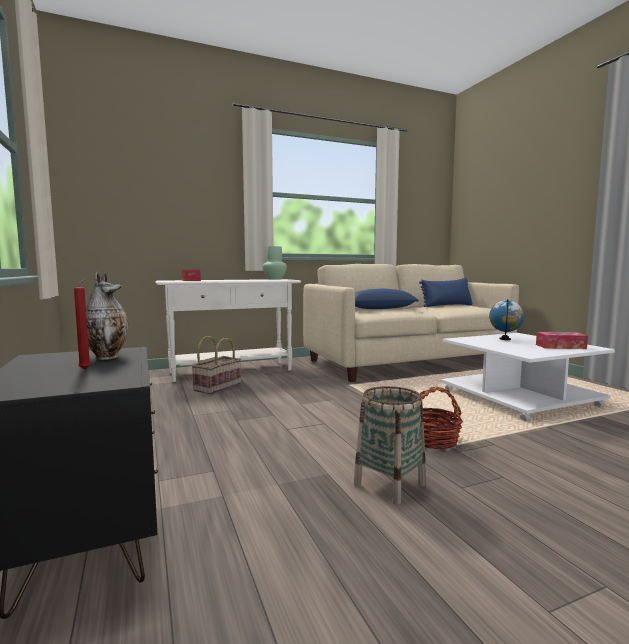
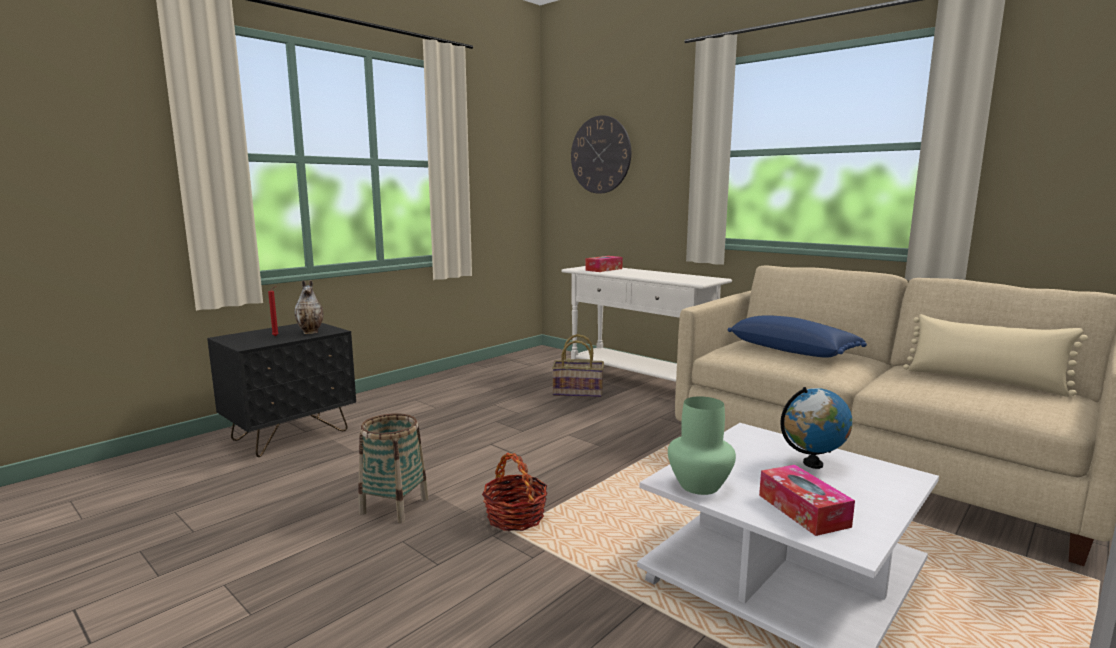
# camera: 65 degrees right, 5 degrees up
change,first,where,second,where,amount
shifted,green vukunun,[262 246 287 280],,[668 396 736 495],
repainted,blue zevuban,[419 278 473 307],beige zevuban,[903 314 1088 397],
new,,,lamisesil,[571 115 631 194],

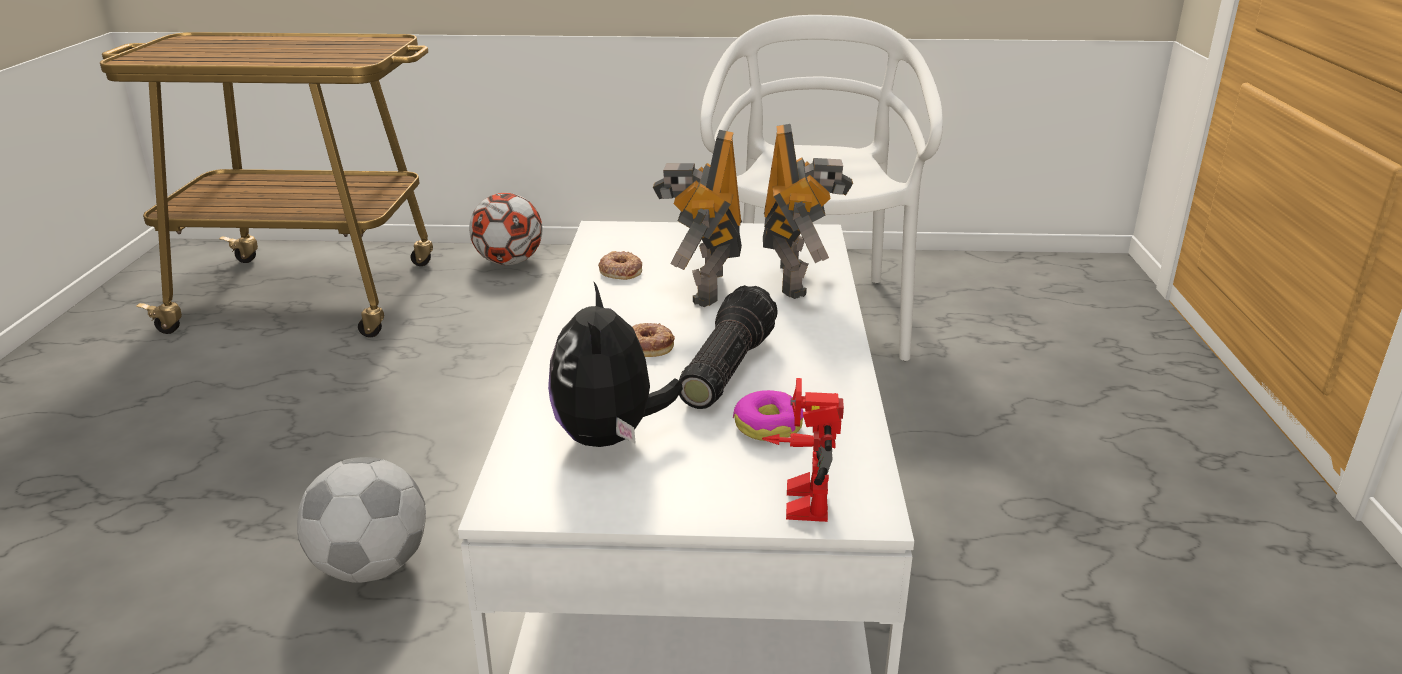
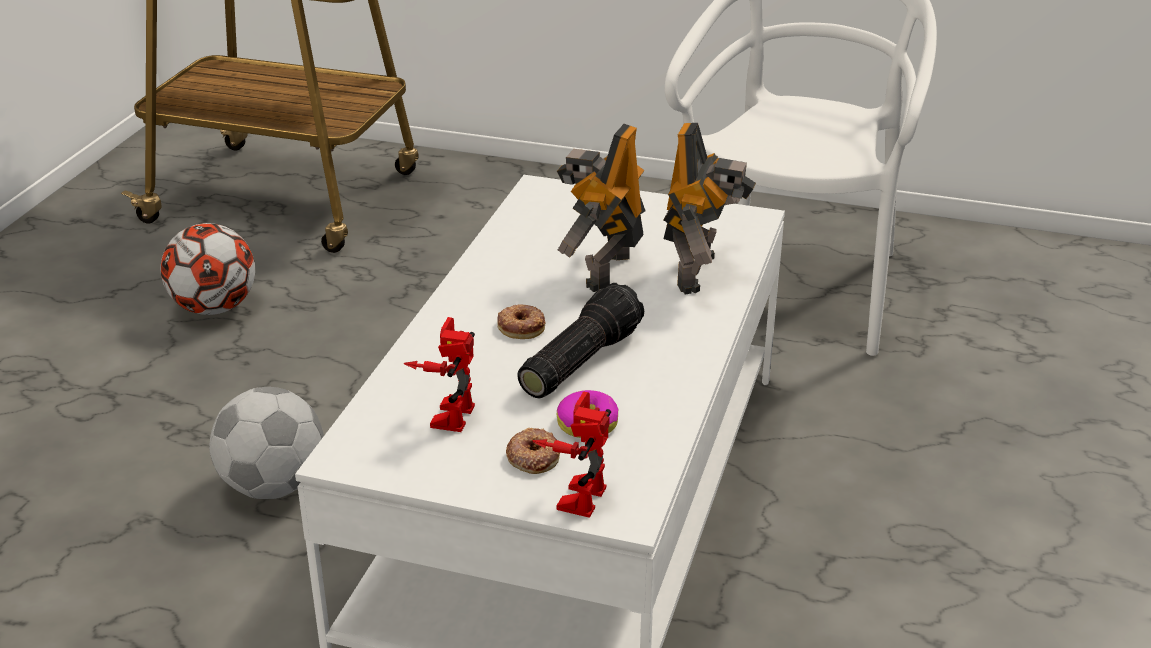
# camera: 15 degrees right, 5 degrees up
change,first,where,second,where,amount
shifted,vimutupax,[469 193 543 265],,[161 223 255 315],
shifted,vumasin,[598 251 642 280],,[506 428 560 474],
swapped,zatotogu,[548 282 683 447],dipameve,[404 317 475 432],

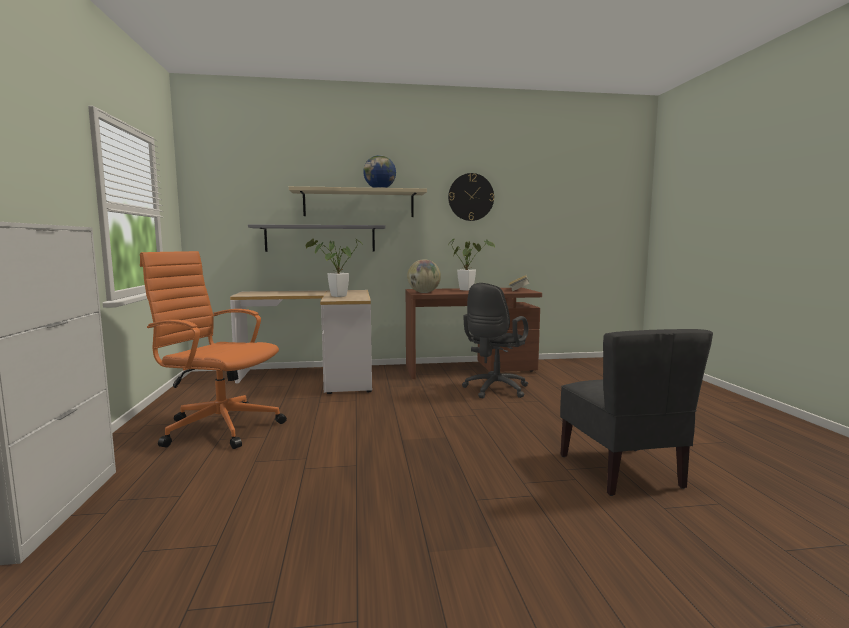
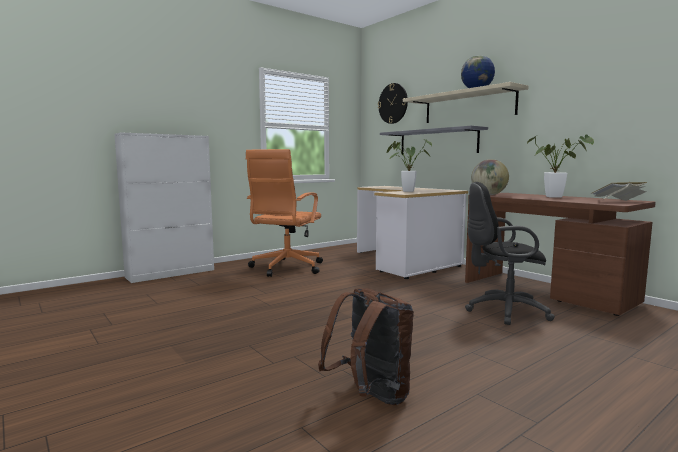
# camera: 60 degrees right, 0 degrees up
change,first,where,second,where,amount
shifted,lamisesil,[448 173 494 221],,[378 83 408 124],
rotated,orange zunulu,[140 251 287 449],,[246 149 323 277],150 degrees counterclockwise
swapped,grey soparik,[560 329 713 496],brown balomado,[318 288 414 405],

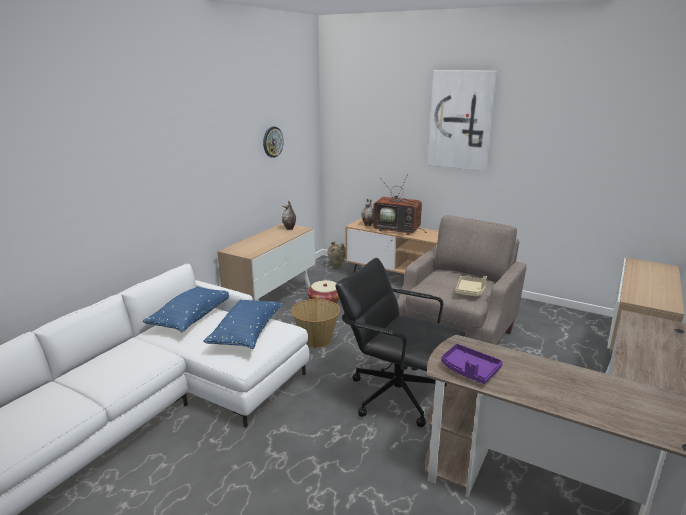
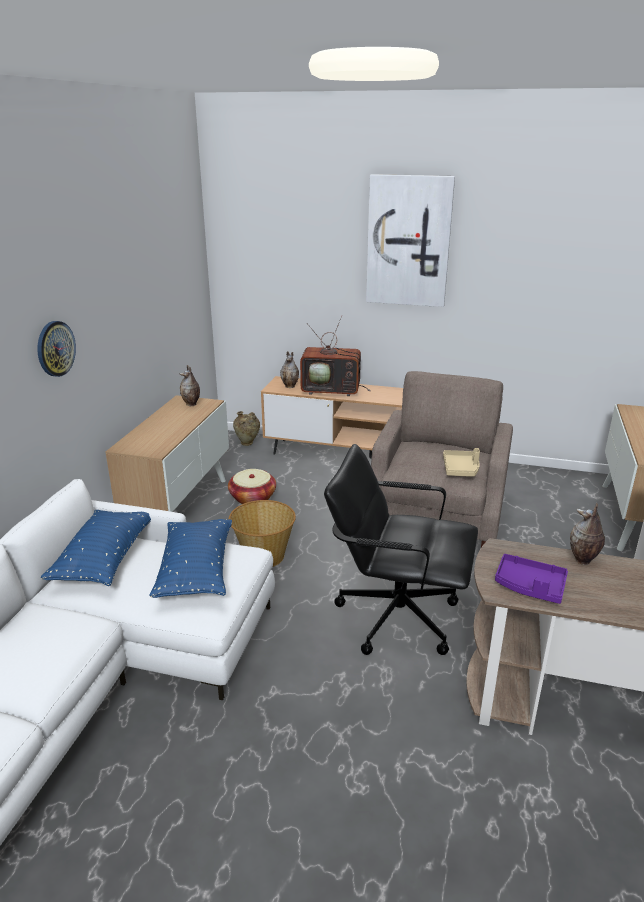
# camera: 15 degrees left, 5 degrees up
change,first,where,second,where,amount
shifted,lamisesil,[263 127 284 158],,[37 321 76 377],
new,,,vukunun,[570 503 605 565],

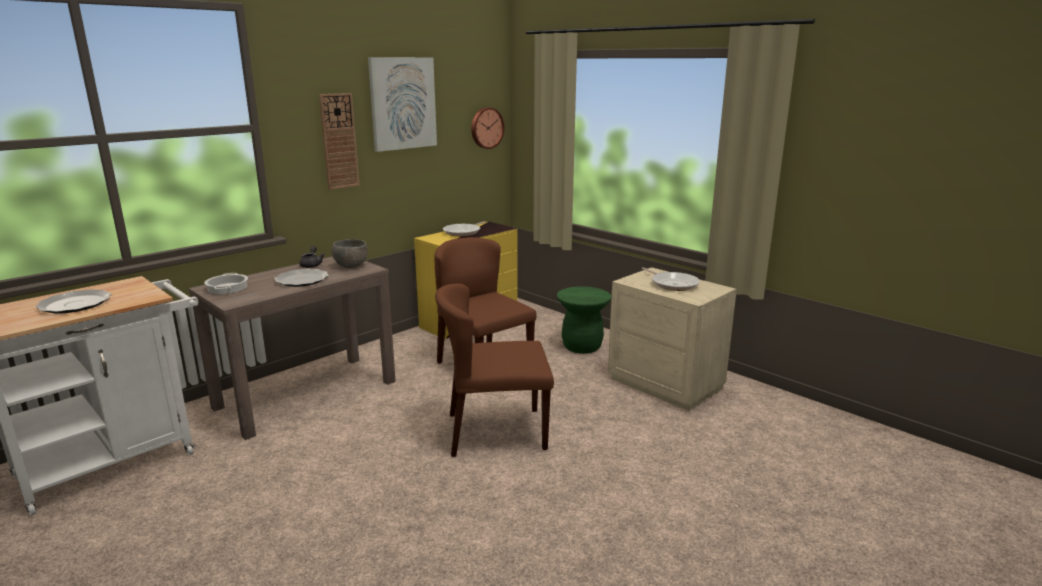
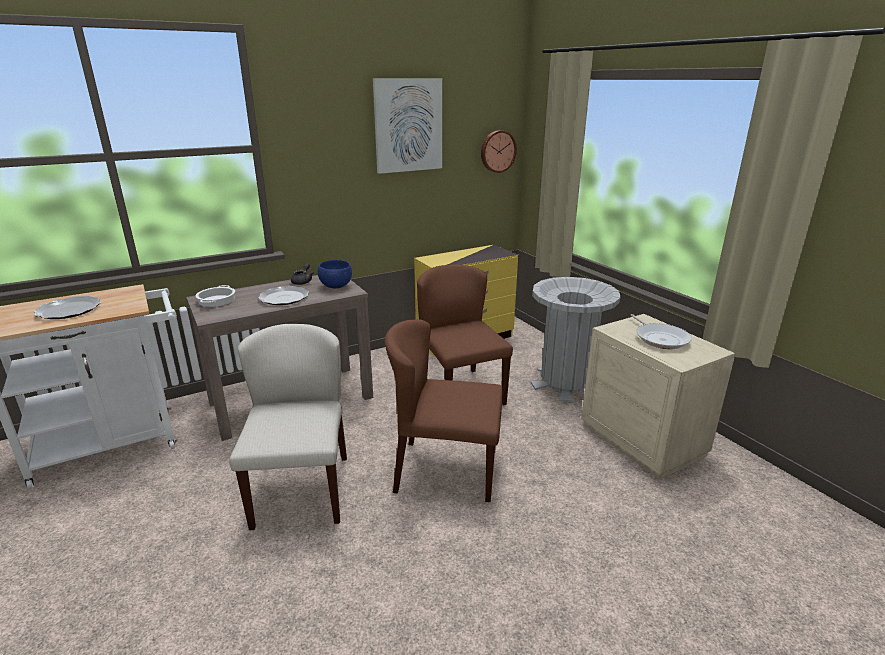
# camera: 15 degrees right, 5 degrees up
change,first,where,second,where,amount
gone,lamisesil,[319 93 360 190],,,
gone,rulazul,[443 221 486 236],,,
repainted,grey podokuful,[332 239 368 268],blue podokuful,[318 260 352 288],
swapped,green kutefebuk,[557 286 611 354],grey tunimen,[531 277 620 403],
new,,,beige soparik,[229 324 347 530],

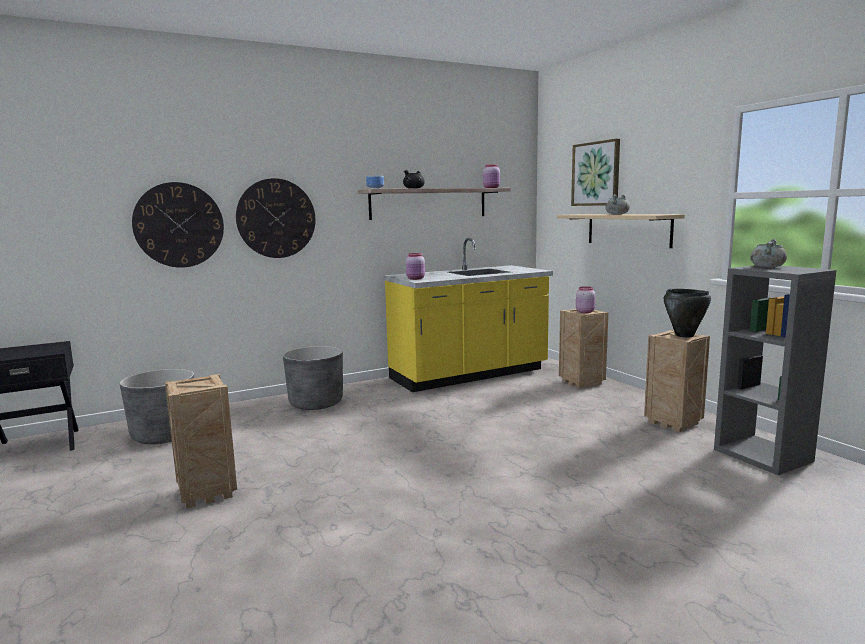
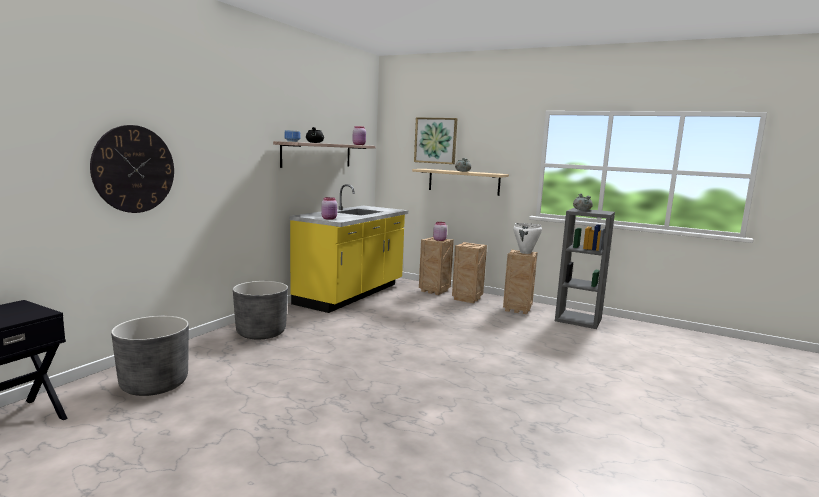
# camera: 35 degrees left, 0 degrees up
change,first,where,second,where,amount
gone,lamisesil,[236 178 316 258],,,
repainted,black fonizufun,[664 289 711 337],white fonizufun,[513 223 542 254],
shifted,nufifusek,[165 374 237 508],,[452 242 487 303],

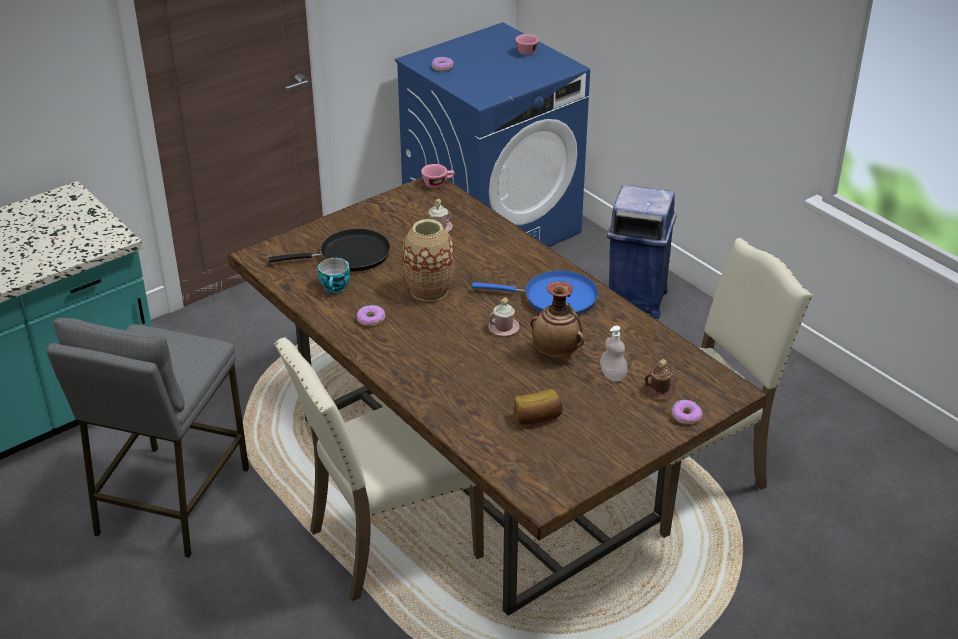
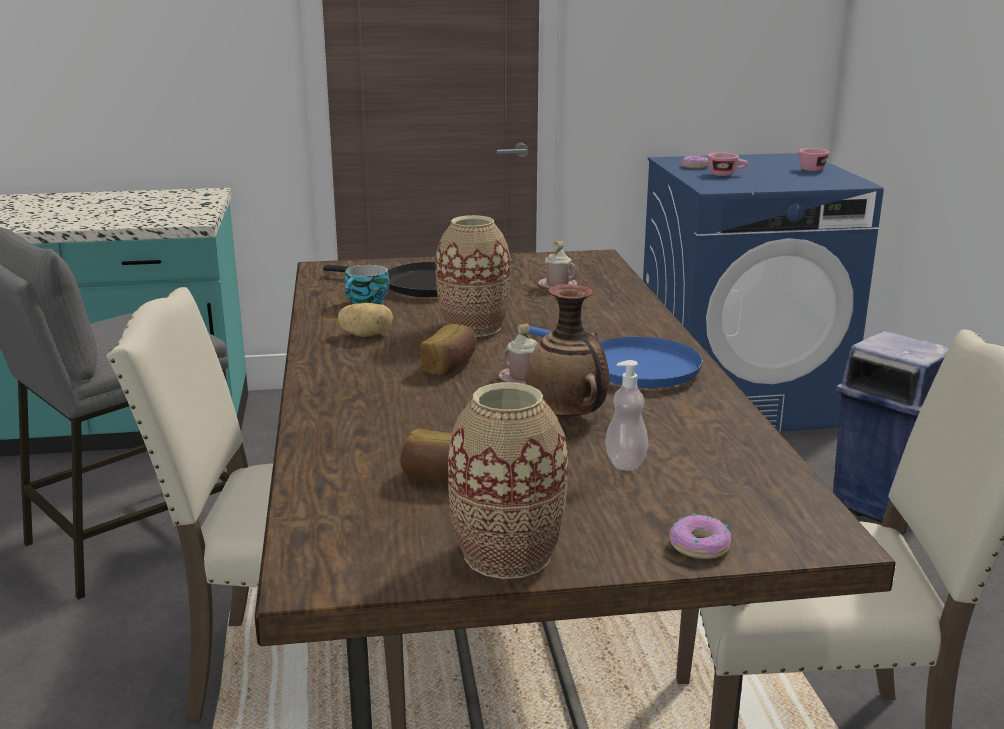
# camera: 30 degrees right, 15 degrees down
change,first,where,second,where,amount
shifted,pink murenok,[421 164 455 188],,[708 152 748 176],
swapped,vumasin,[357 305 385 326],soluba,[338 303 393 337],
gone,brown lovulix,[643 359 677 400],,,
new,,,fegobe,[420 324 476 375],
new,,,vukunun,[448 382 568 579],

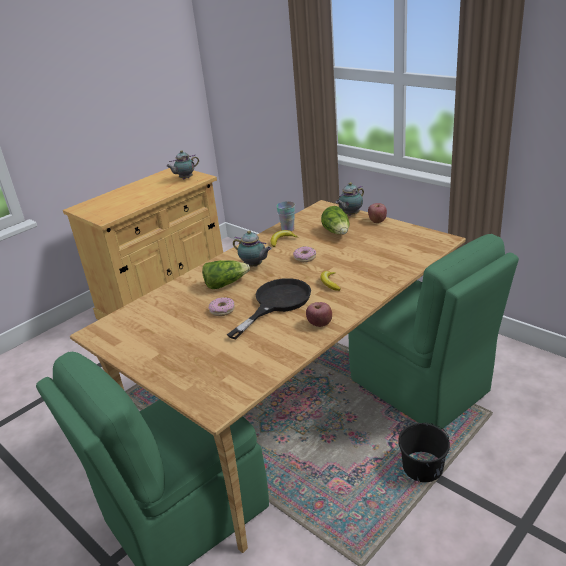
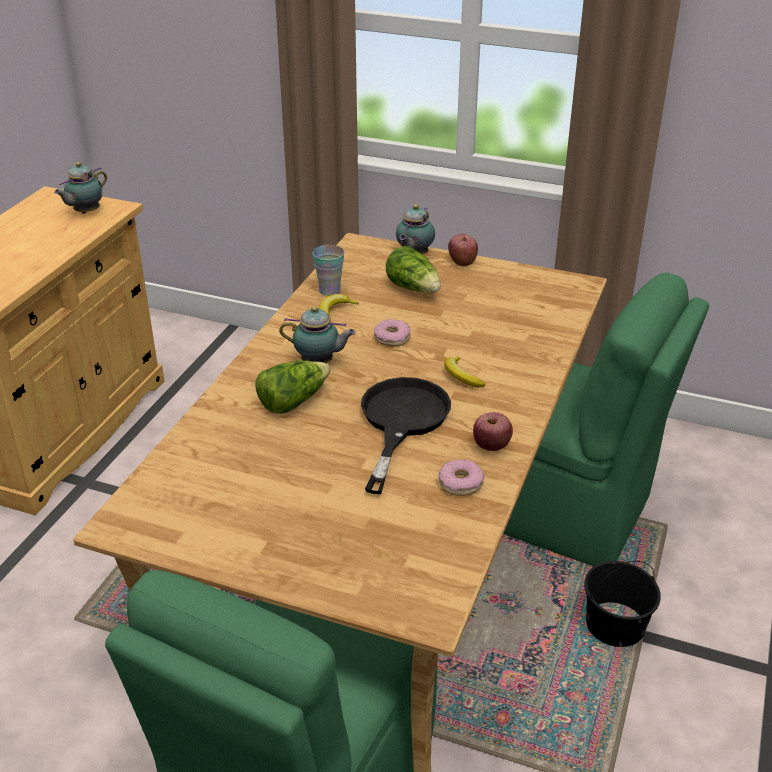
# camera: 25 degrees left, 5 degrees up
change,first,where,second,where,amount
shifted,vumasin,[209 297 235 316],,[439 459 485 496],

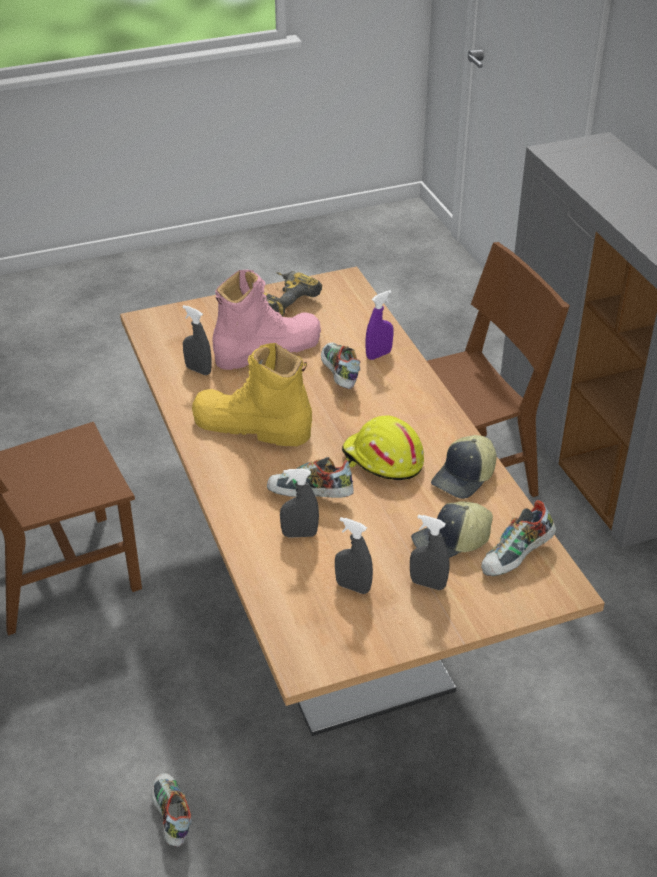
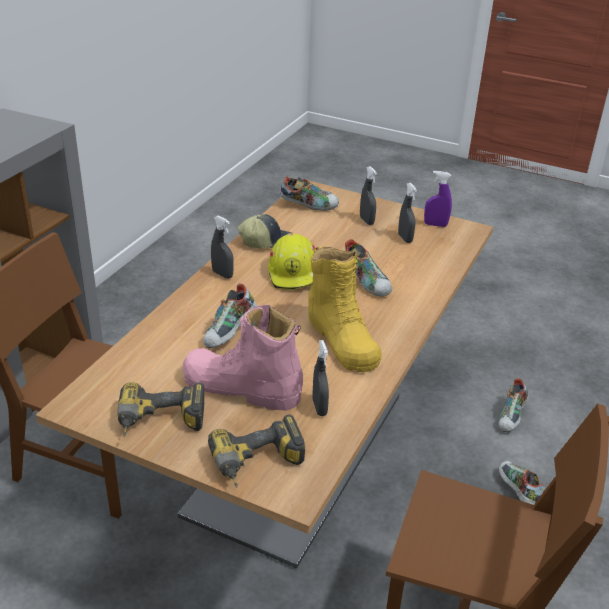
# camera: 135 degrees left, 5 degrees down
change,first,where,second,where,amount
shifted,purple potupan,[365 290 393 360],,[424 171 452 227],
shifted,grey potupan,[280 469 319 538],,[211 215 234 279],
gone,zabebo,[411 501 493 558],,,
new,,,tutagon,[208 415 305 487],
new,,,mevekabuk,[498 461 546 505],

